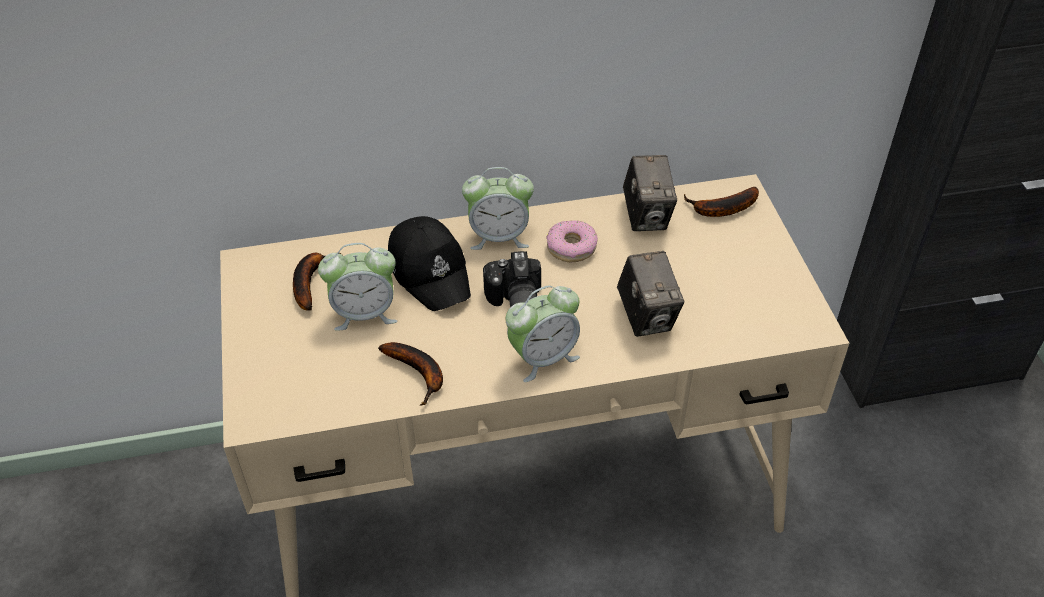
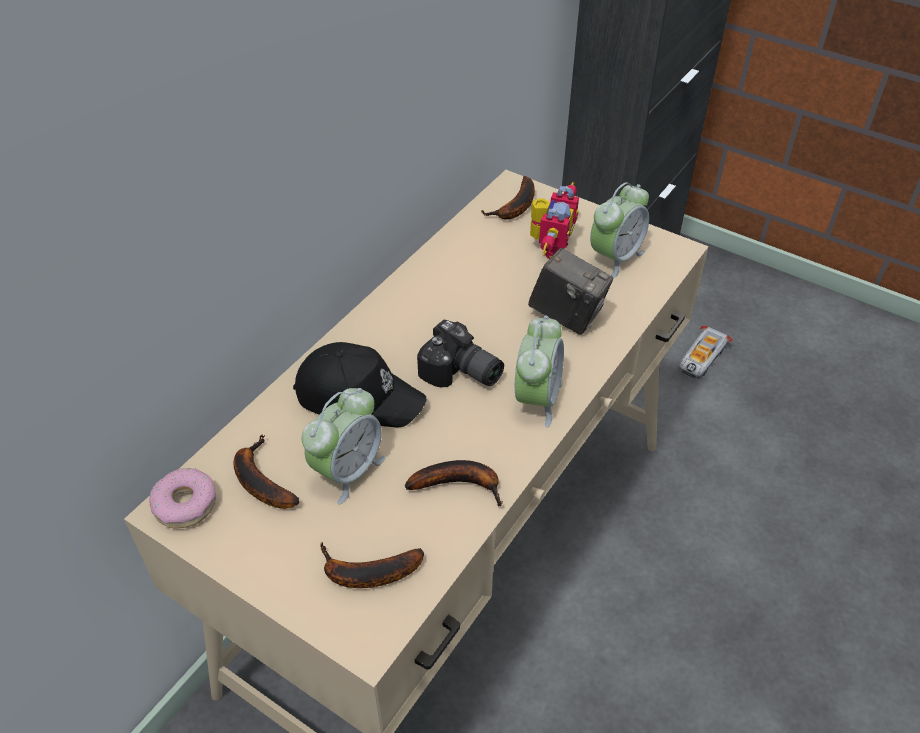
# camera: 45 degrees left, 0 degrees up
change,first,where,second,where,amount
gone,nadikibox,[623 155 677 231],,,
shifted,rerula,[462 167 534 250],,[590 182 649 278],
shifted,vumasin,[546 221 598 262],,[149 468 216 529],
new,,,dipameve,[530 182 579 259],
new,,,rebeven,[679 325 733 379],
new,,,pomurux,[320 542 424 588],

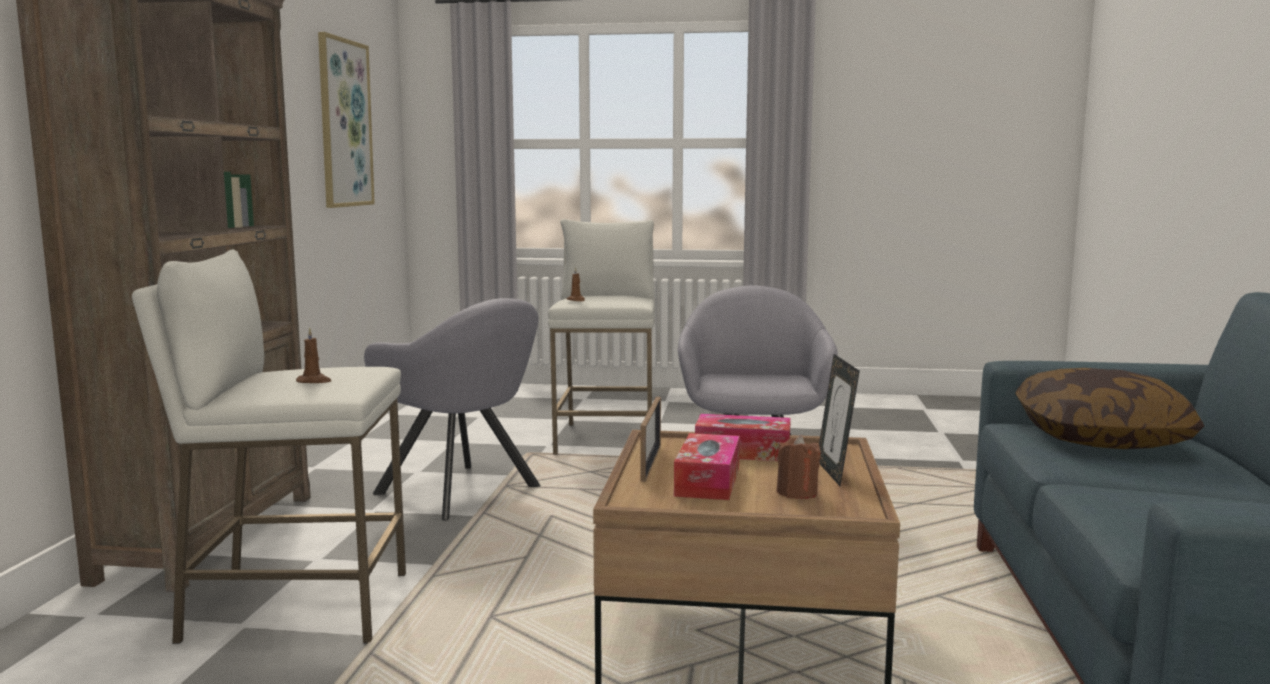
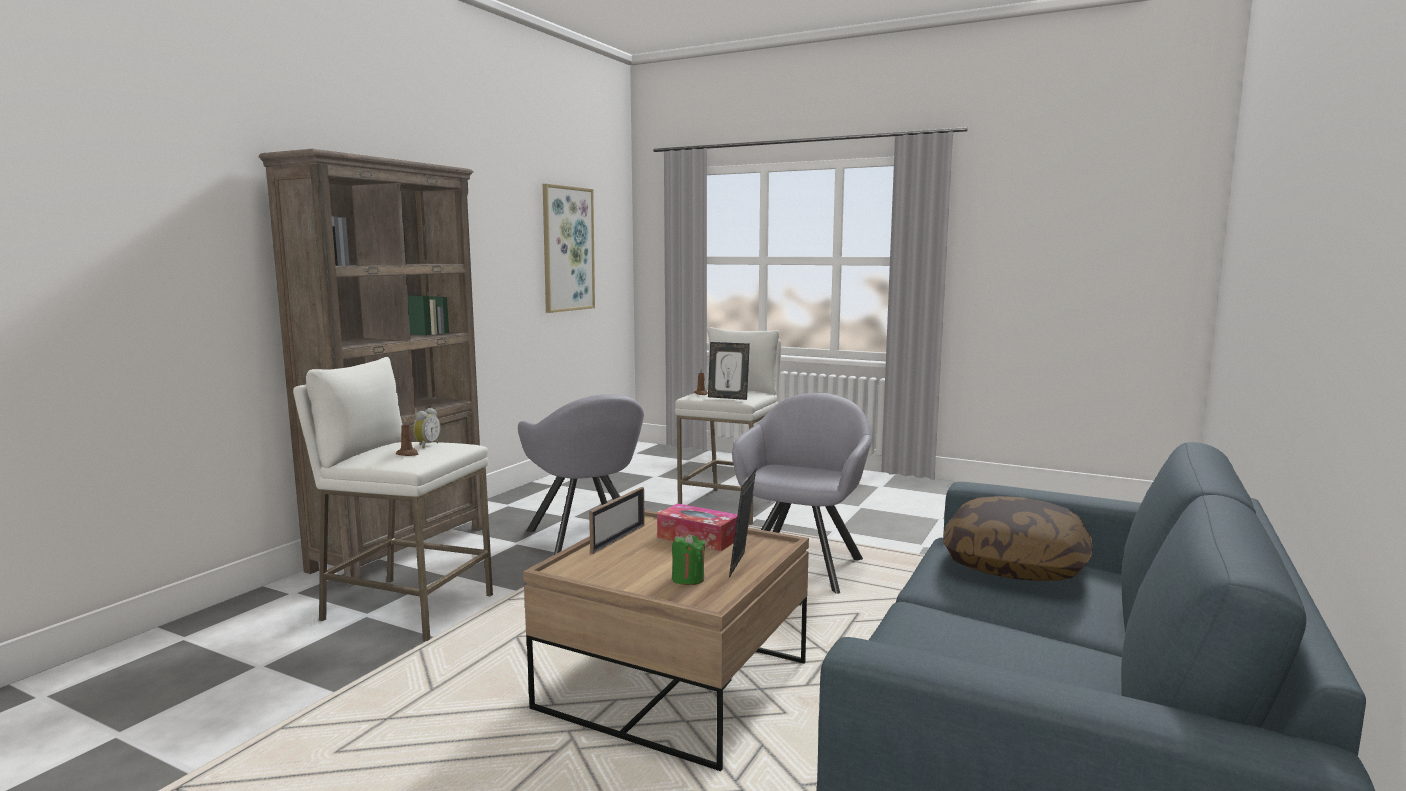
# camera: 20 degrees right, 0 degrees up
change,first,where,second,where,amount
gone,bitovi,[674 433 740 500],,,
repainted,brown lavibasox,[777 435 821 499],green lavibasox,[672 534 705 585],
new,,,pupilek,[708 342 750 400],
new,,,rerula,[413 408 440 448],

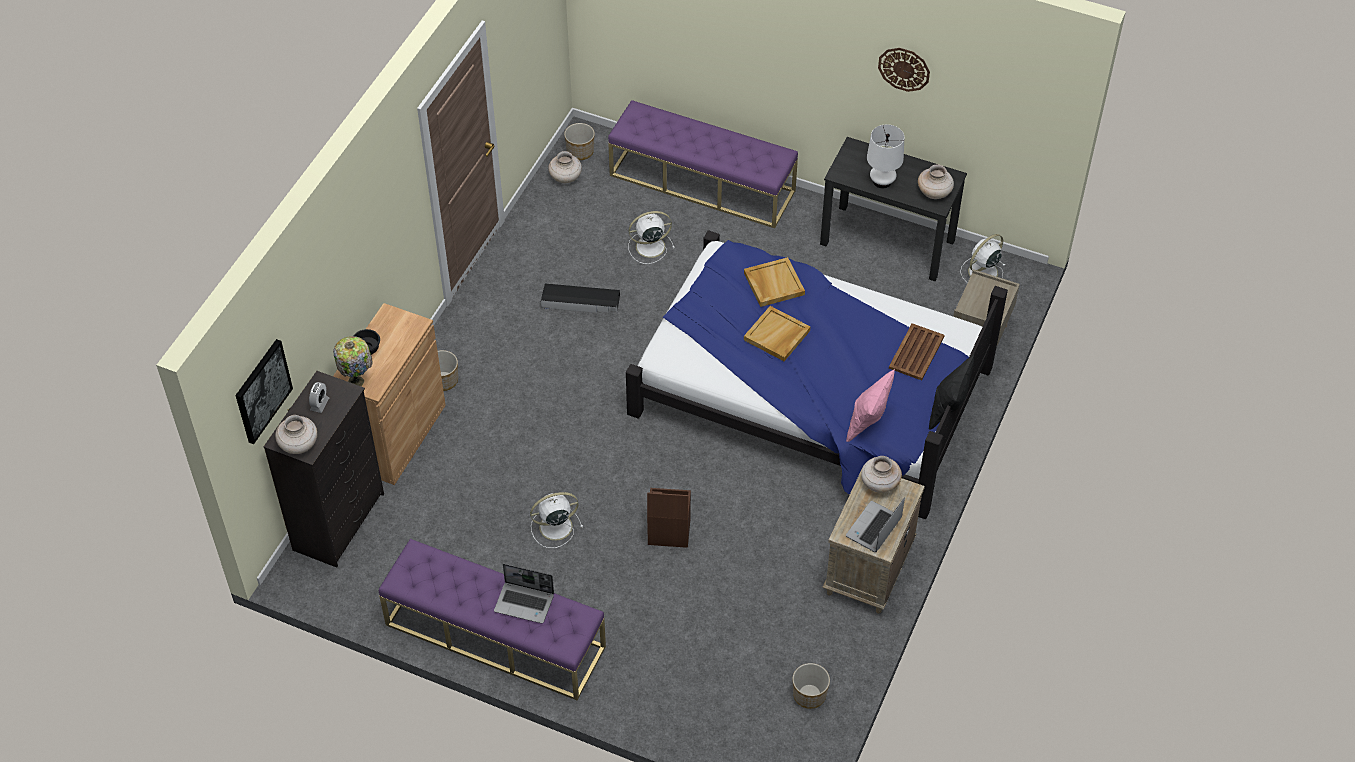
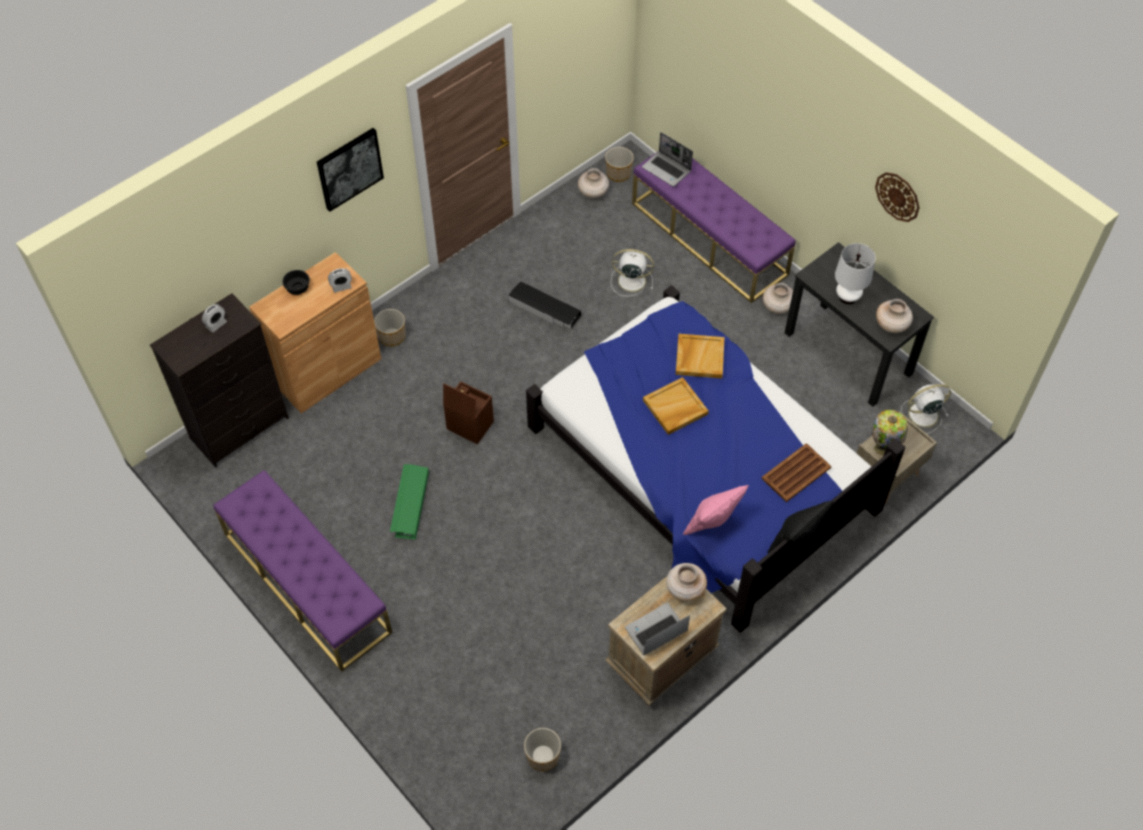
# camera: 25 degrees right, 5 degrees up
change,first,where,second,where,amount
shifted,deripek,[333 336 372 386],,[872 410 908 455],
shifted,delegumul,[235 339 293 444],,[317 128 384 212],
shifted,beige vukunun,[275 415 317 454],,[763 283 793 314],
shifted,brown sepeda,[647 488 691 548],,[443 381 494 444],
swapped,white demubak,[530 492 583 548],green sepeda,[390 464 429 540],
shifted,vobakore,[494 564 554 623],,[642 132 693 187],
new,,,rerula,[328 268 352 293],

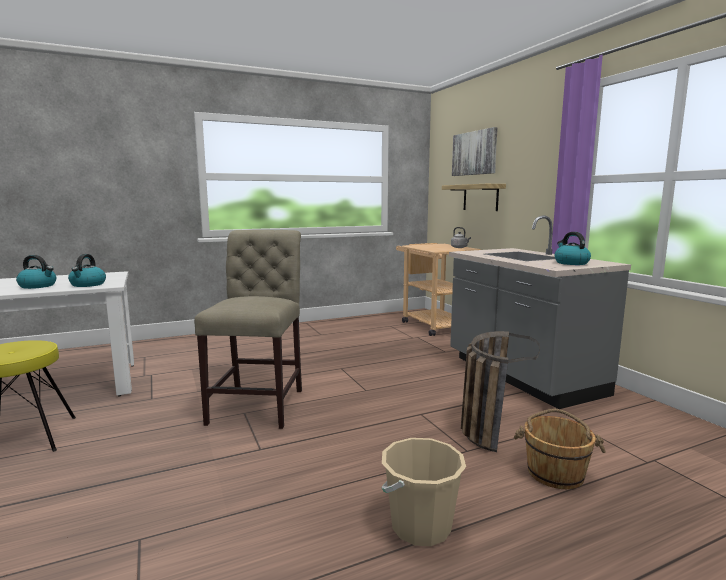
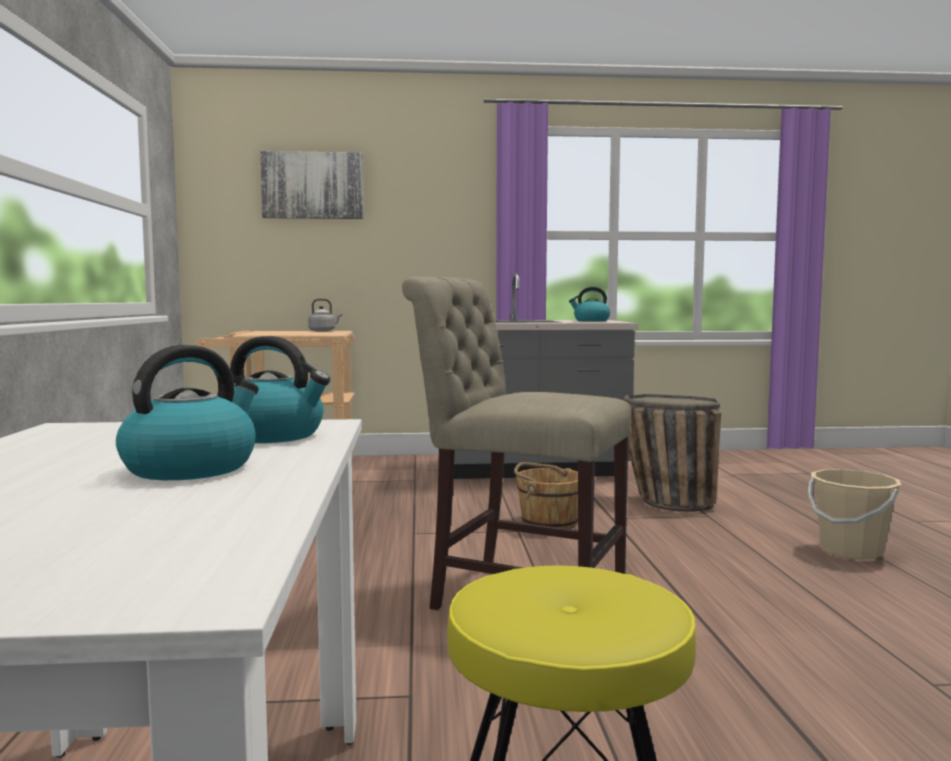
# camera: 70 degrees left, 5 degrees down
change,first,where,second,where,amount
gone,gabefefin,[442 184 506 211],,,
shifted,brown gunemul,[514 409 606 489],,[514 462 578 529],

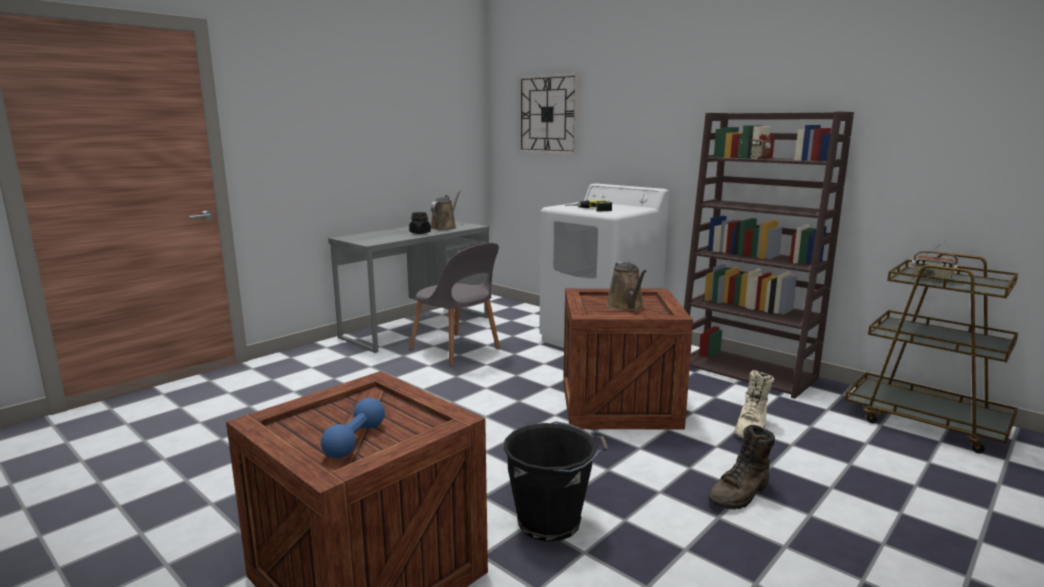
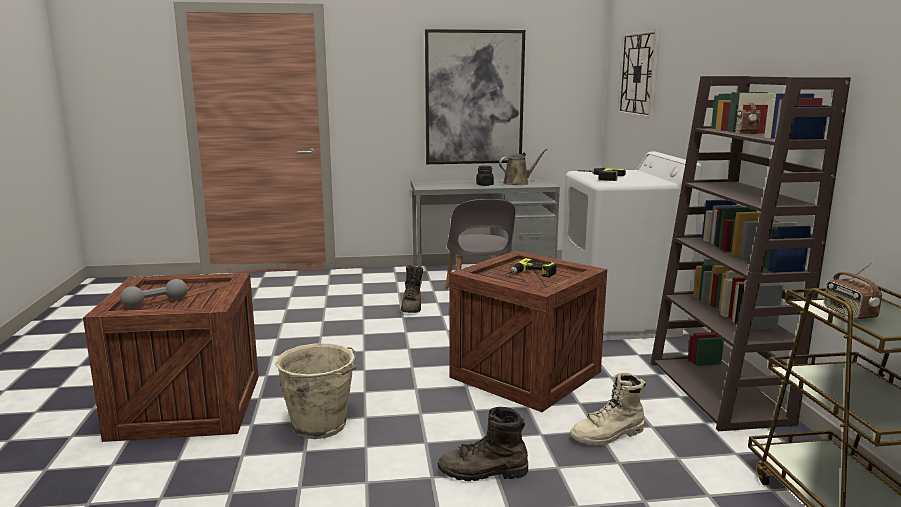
# camera: 40 degrees right, 0 degrees up
change,first,where,second,where,amount
swapped,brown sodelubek,[606 262 646 311],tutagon,[505 258 556 277],
repainted,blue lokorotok,[321 398 385 459],grey lokorotok,[120 279 188 308],
repainted,black gunemul,[504 421 608 542],beige gunemul,[275 343 356 439],
new,,,delegumul,[425 29 525 164],
new,,,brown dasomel,[401 265 423 313],

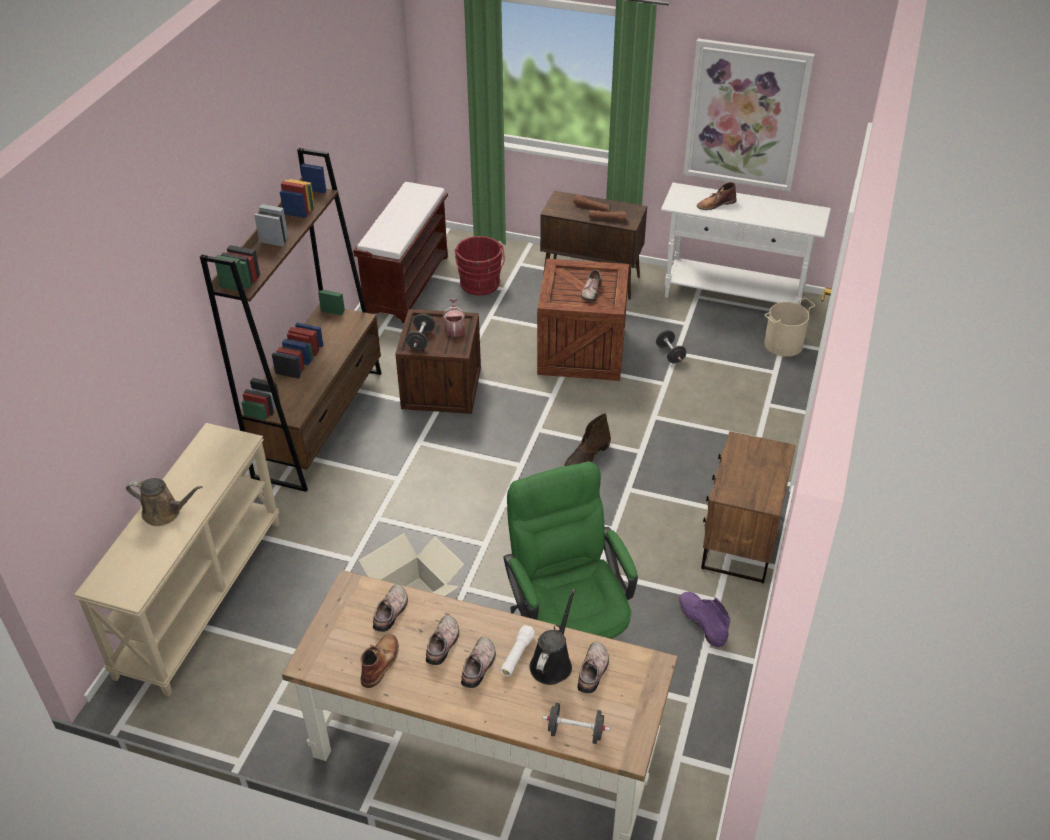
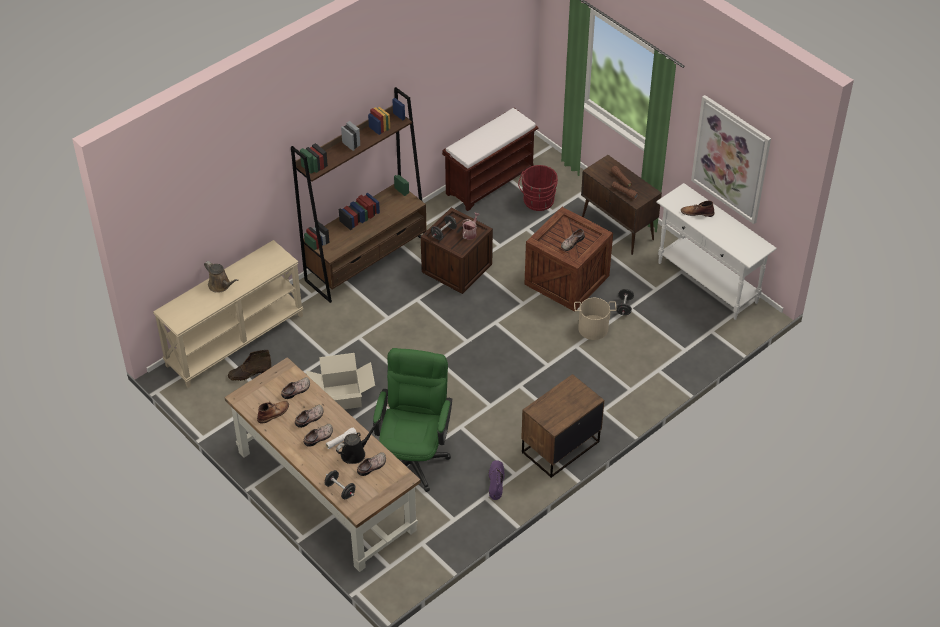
# camera: 30 degrees right, 5 degrees up
change,first,where,second,where,amount
shifted,beige gunemul,[764 298 816 357],,[574 298 617 340],
shifted,brown dasomel,[565 413 611 466],,[228 350 272 381],

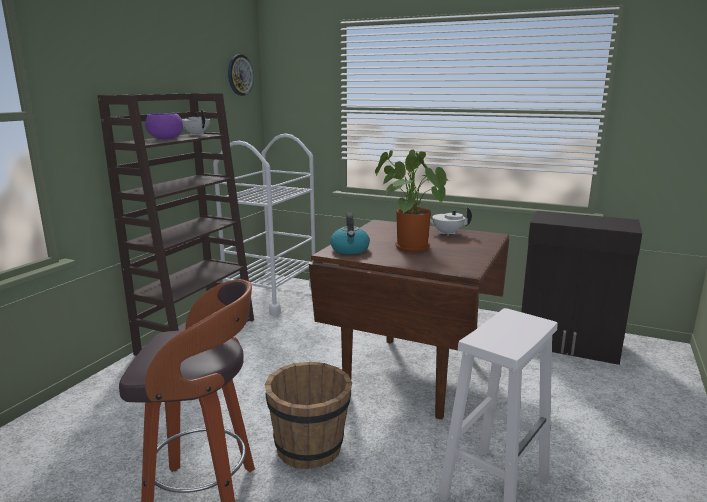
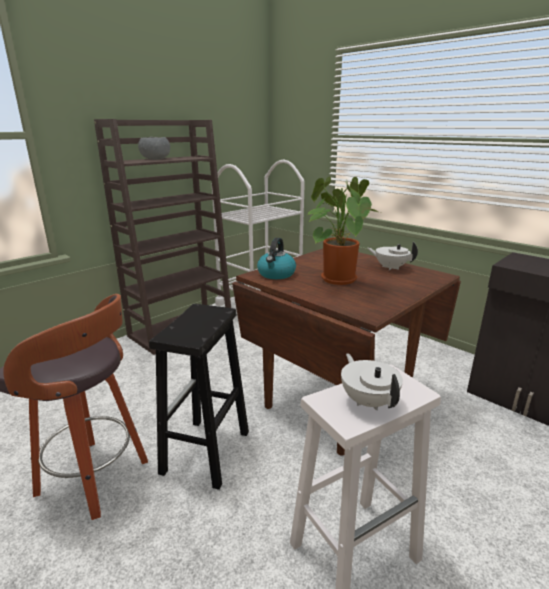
# camera: 20 degrees right, 5 degrees up
change,first,where,second,where,amount
gone,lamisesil,[228 54 254 96],,,
shifted,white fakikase,[182 109 210 136],,[341 353 403 410],
repainted,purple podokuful,[145 113 183 139],grey podokuful,[138 137 170 160],
swapped,brown gunemul,[265 362 352 469],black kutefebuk,[149 304 249 490],

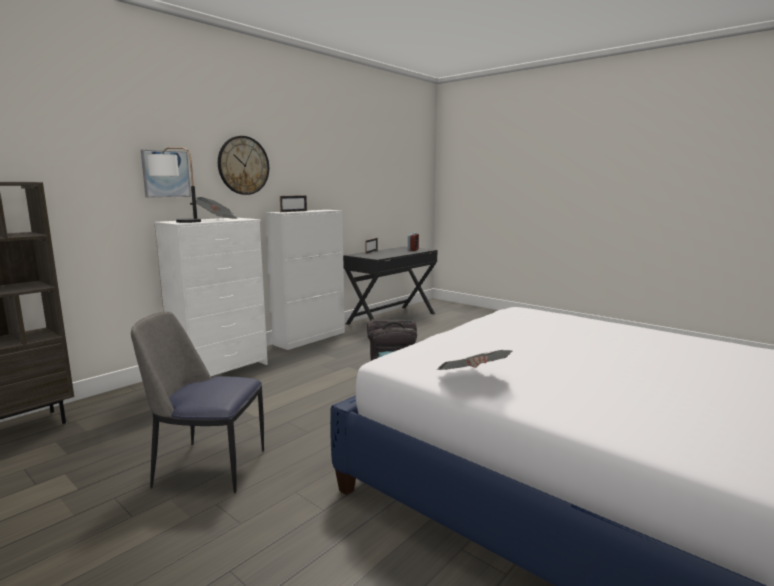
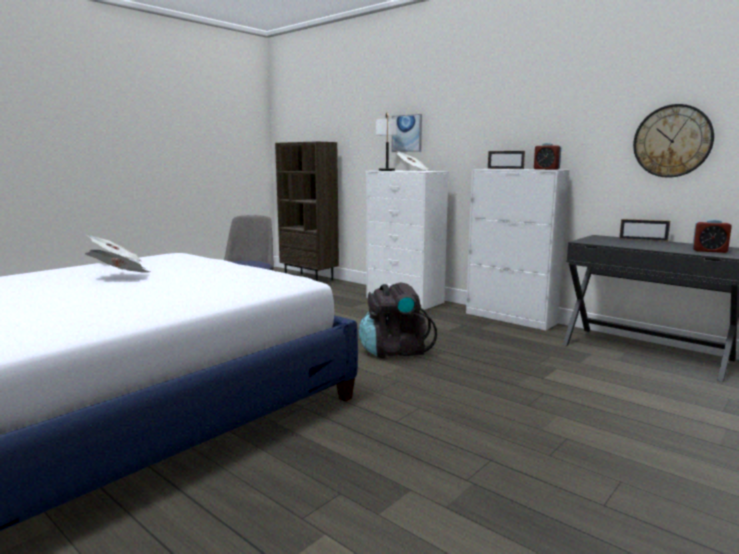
# camera: 90 degrees right, 0 degrees up
change,first,where,second,where,amount
shifted,lamisesil,[218 136 269 195],,[633 104 714 178],
new,,,rerula,[534 143 561 170],
new,,,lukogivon,[85 250 150 273],

